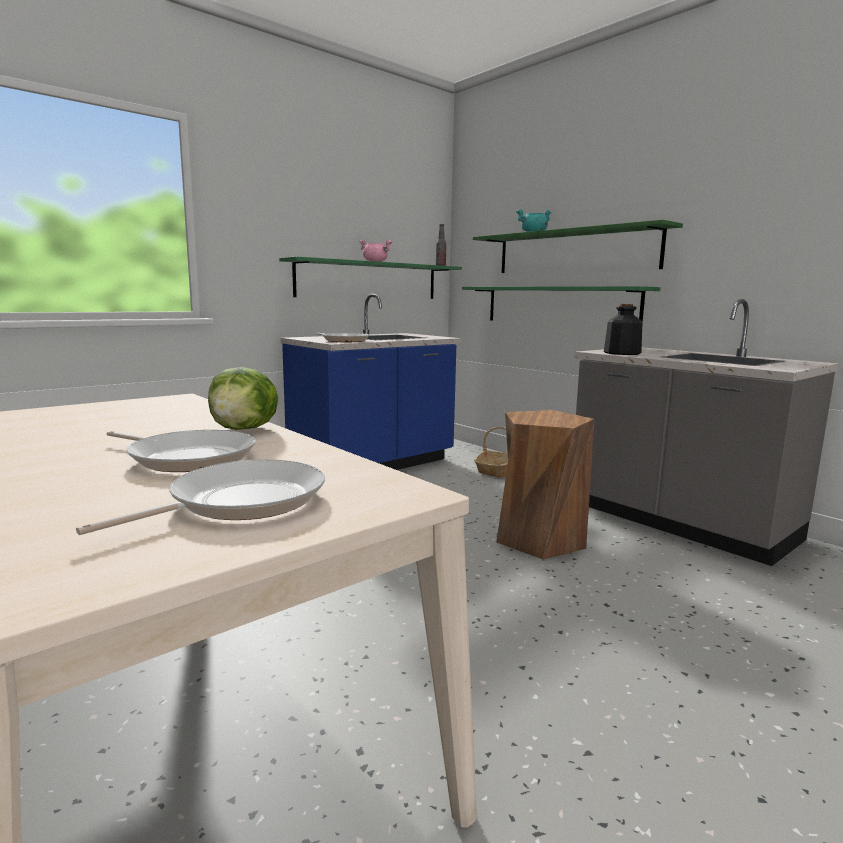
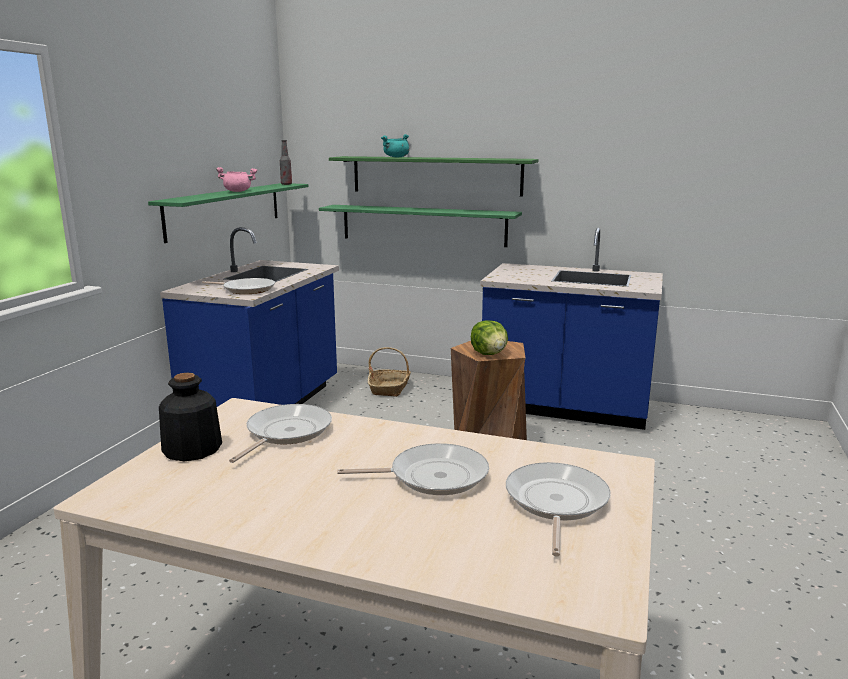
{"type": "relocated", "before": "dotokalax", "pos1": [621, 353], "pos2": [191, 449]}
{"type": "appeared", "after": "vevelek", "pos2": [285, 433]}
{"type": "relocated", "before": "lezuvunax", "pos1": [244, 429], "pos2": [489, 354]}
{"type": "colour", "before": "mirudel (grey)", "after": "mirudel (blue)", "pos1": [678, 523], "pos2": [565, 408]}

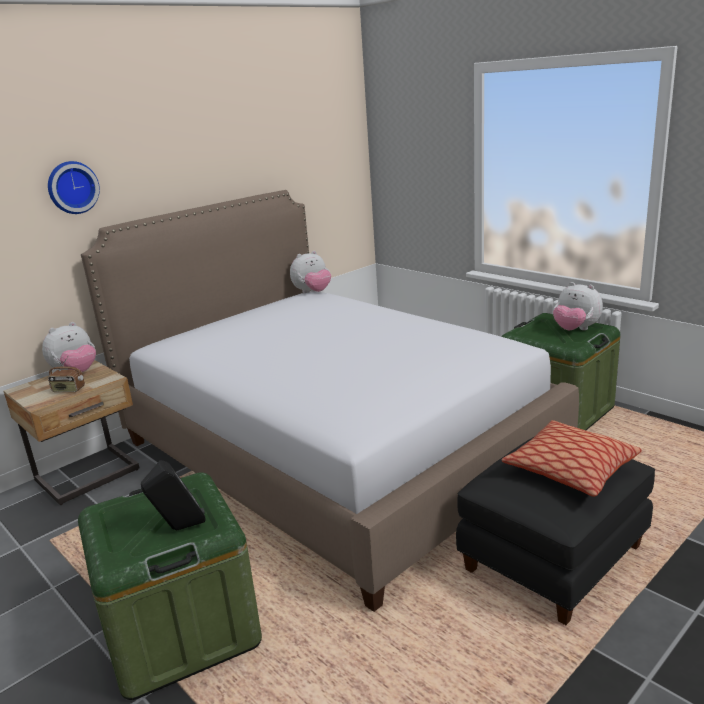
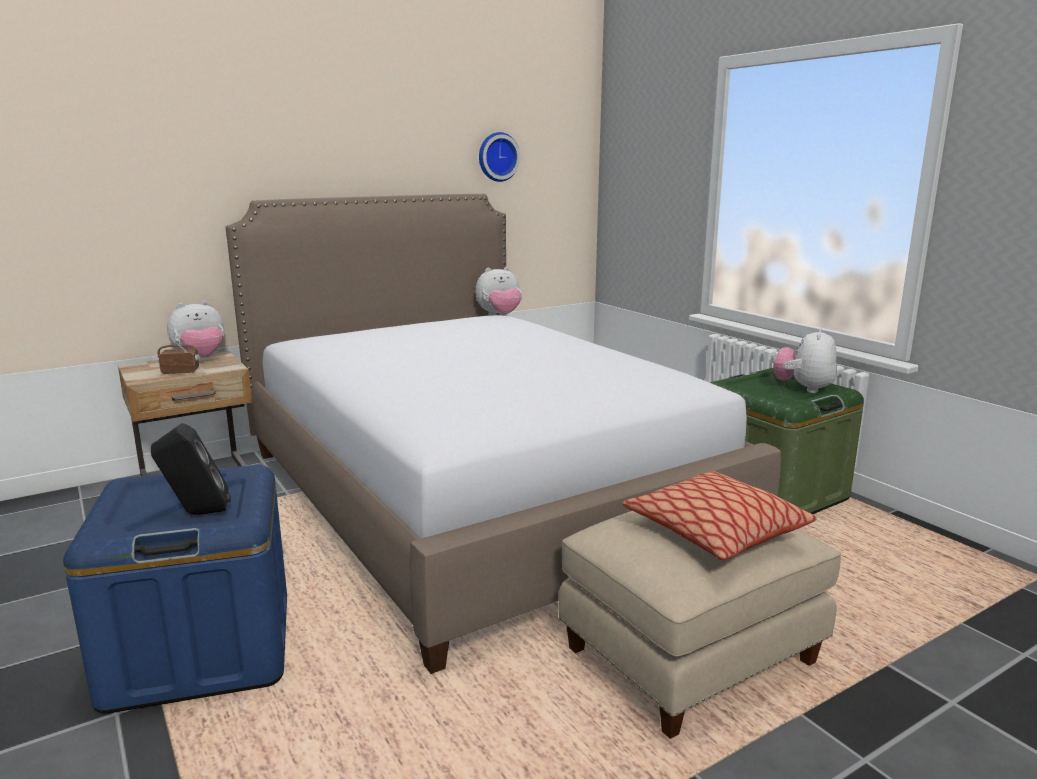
{"type": "colour", "before": "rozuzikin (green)", "after": "rozuzikin (blue)", "pos1": [181, 628], "pos2": [201, 648]}
{"type": "spun", "before": "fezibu", "pos1": [68, 390], "pos2": [180, 372], "turn": 150}
{"type": "relocated", "before": "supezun", "pos1": [72, 187], "pos2": [497, 157]}
{"type": "colour", "before": "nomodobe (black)", "after": "nomodobe (beige)", "pos1": [552, 557], "pos2": [689, 655]}
{"type": "spun", "before": "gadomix", "pos1": [575, 330], "pos2": [803, 388], "turn": 60}

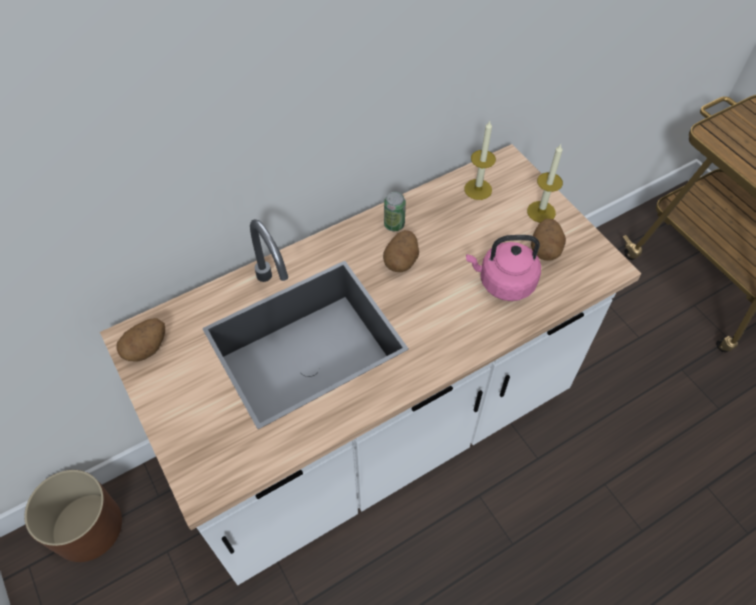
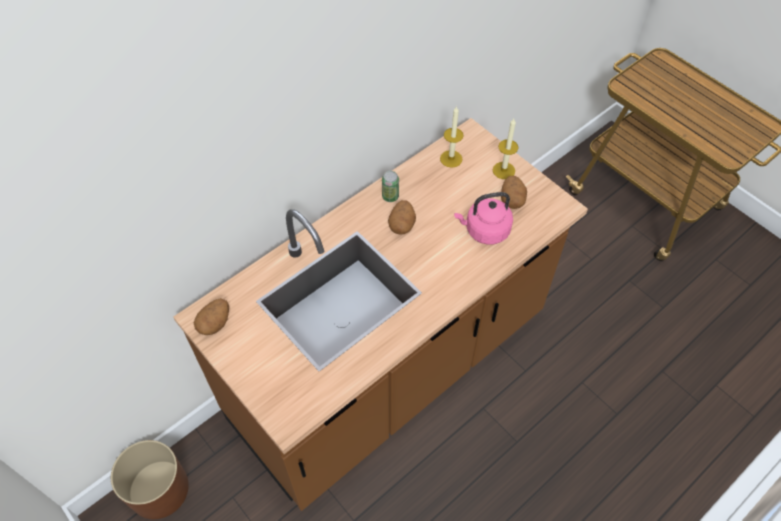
{"type": "colour", "before": "mirudel (white)", "after": "mirudel (brown)", "pos1": [378, 431], "pos2": [390, 370]}

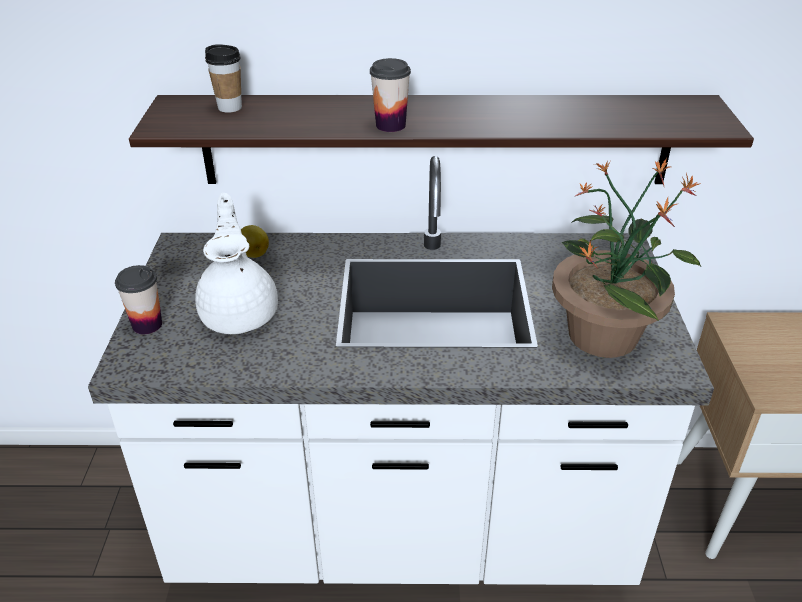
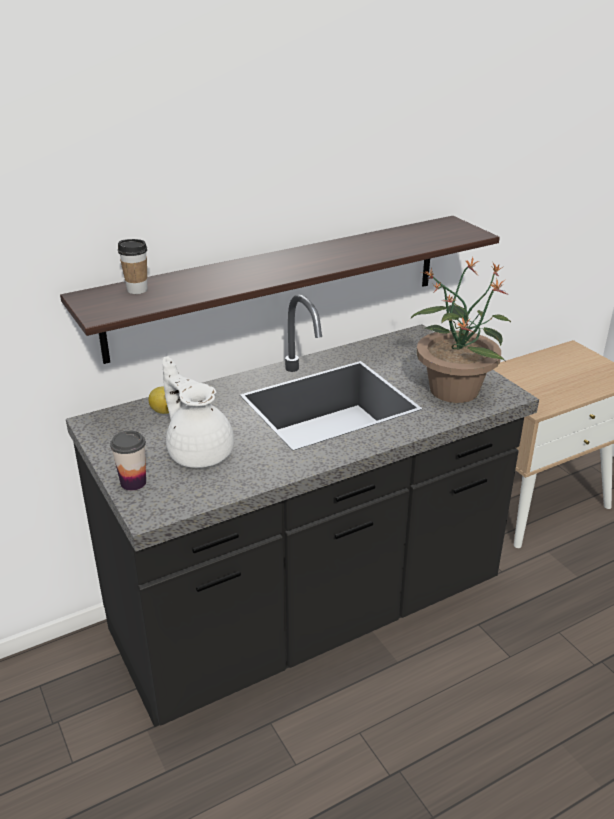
{"type": "colour", "before": "mirudel (white)", "after": "mirudel (black)", "pos1": [402, 529], "pos2": [307, 615]}
{"type": "missing", "before": "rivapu", "pos1": [390, 125]}

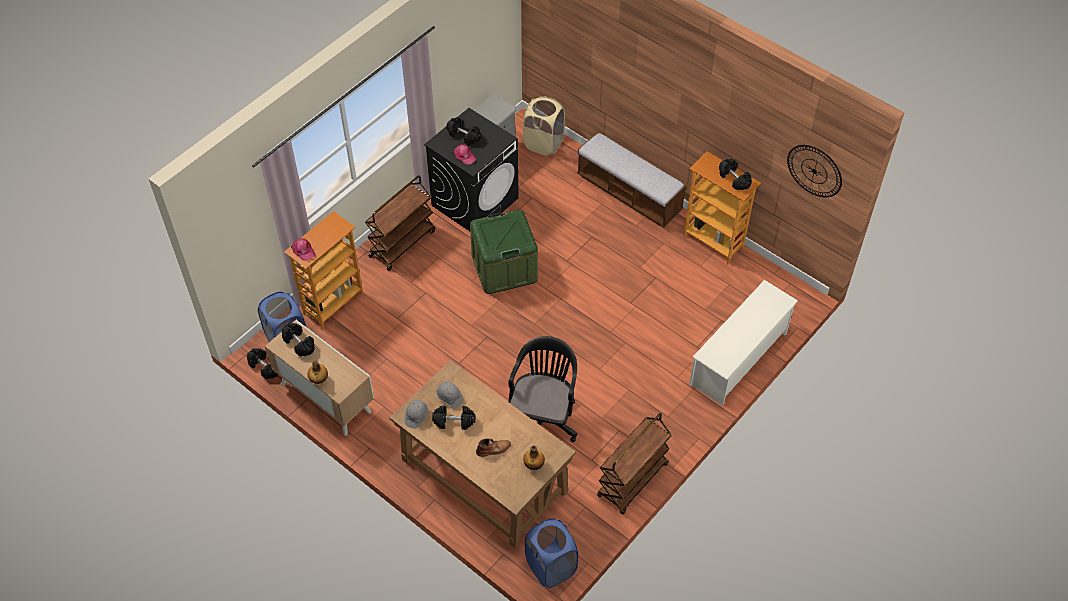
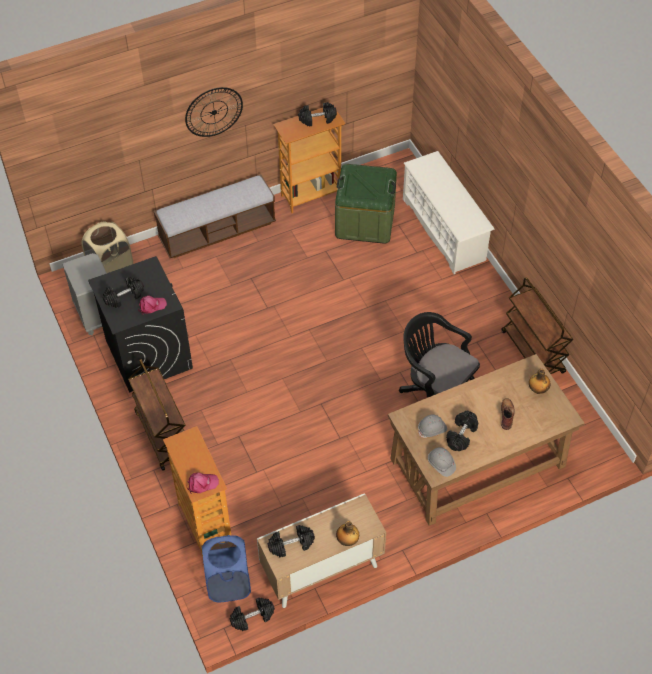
{"type": "relocated", "before": "supezun", "pos1": [814, 171], "pos2": [214, 112]}
{"type": "relocated", "before": "rozuzikin (green)", "pos1": [504, 268], "pos2": [365, 221]}
{"type": "missing", "before": "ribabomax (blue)", "pos1": [551, 567]}

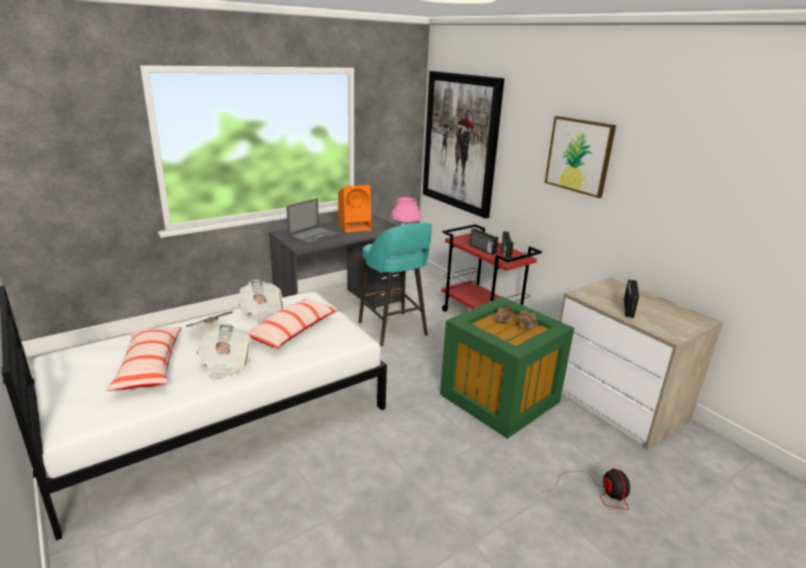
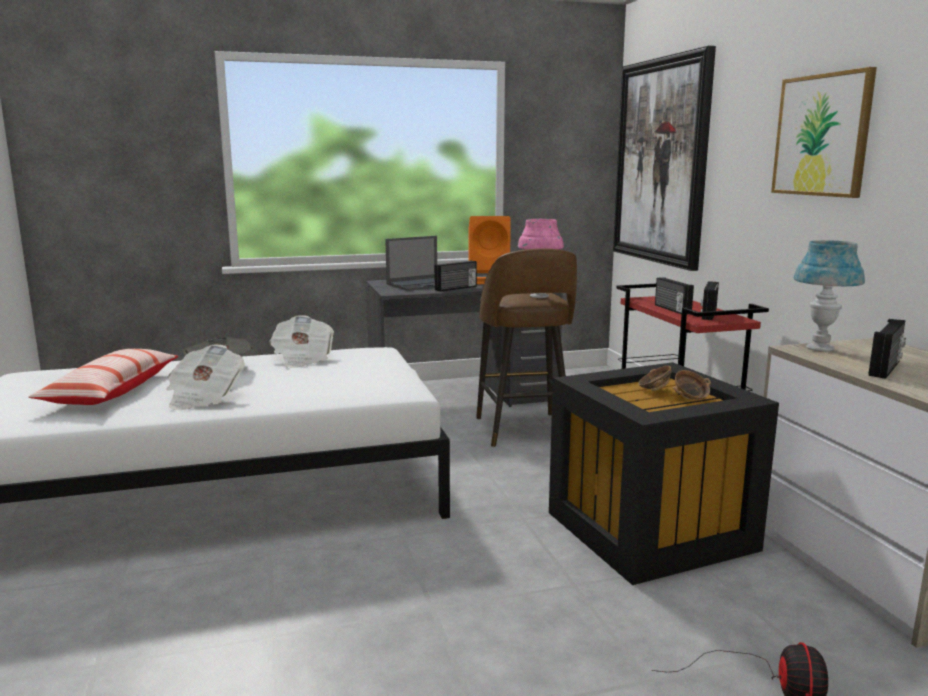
{"type": "appeared", "after": "fezibu", "pos2": [456, 288]}
{"type": "colour", "before": "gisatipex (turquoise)", "after": "gisatipex (brown)", "pos1": [393, 330], "pos2": [523, 431]}
{"type": "colour", "before": "rozuzikin (green)", "after": "rozuzikin (black)", "pos1": [501, 398], "pos2": [653, 531]}
{"type": "appeared", "after": "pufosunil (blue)", "pos2": [819, 348]}
{"type": "missing", "before": "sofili", "pos1": [292, 331]}

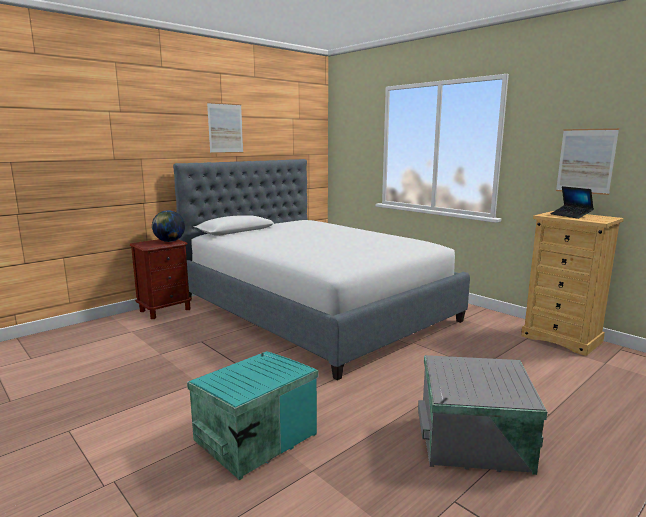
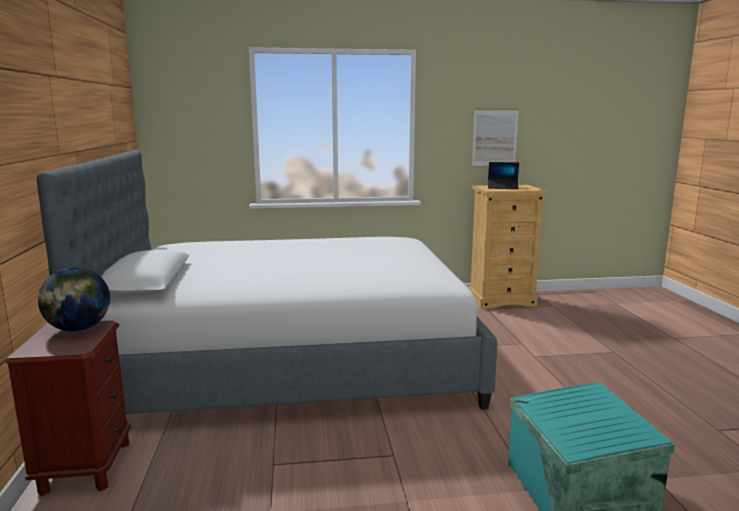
{"type": "missing", "before": "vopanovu", "pos1": [225, 128]}
{"type": "missing", "before": "rozuzikin (grey)", "pos1": [475, 444]}

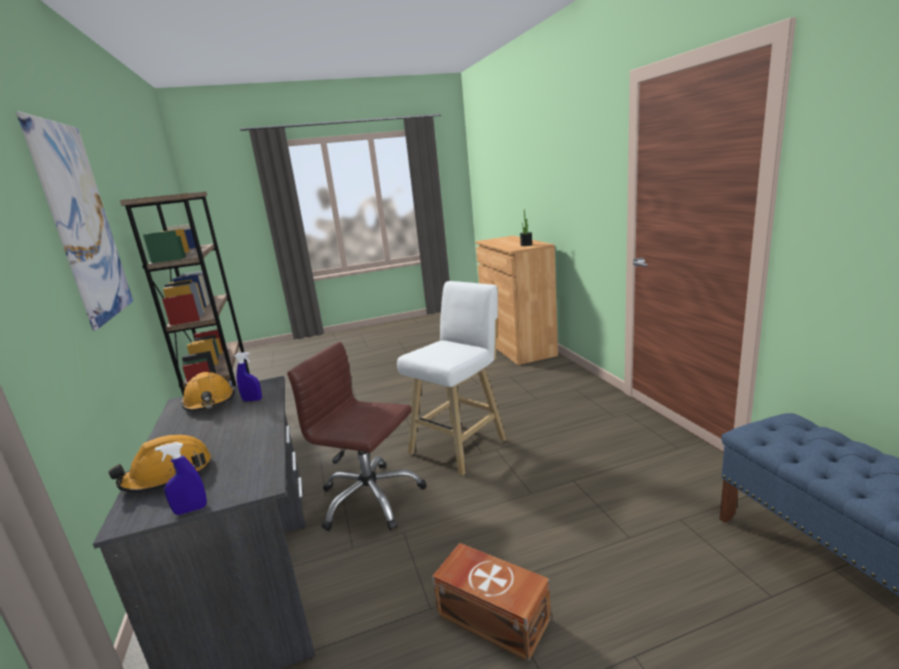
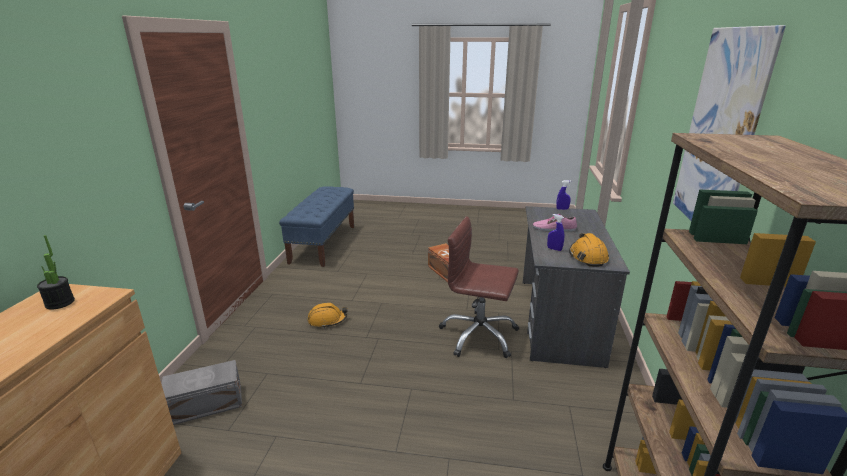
{"type": "appeared", "after": "rozuzikin (grey)", "pos2": [207, 405]}
{"type": "relocated", "before": "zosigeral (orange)", "pos1": [168, 475], "pos2": [327, 320]}
{"type": "spun", "before": "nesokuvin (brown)", "pos1": [370, 499], "pos2": [479, 336], "turn": 150}
{"type": "appeared", "after": "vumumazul", "pos2": [554, 228]}
{"type": "missing", "before": "gisatipex (white)", "pos1": [461, 445]}

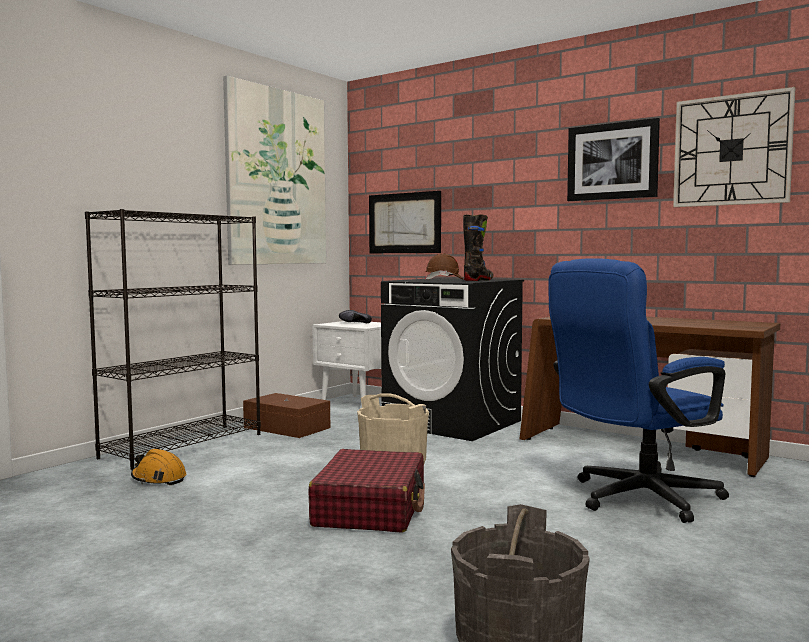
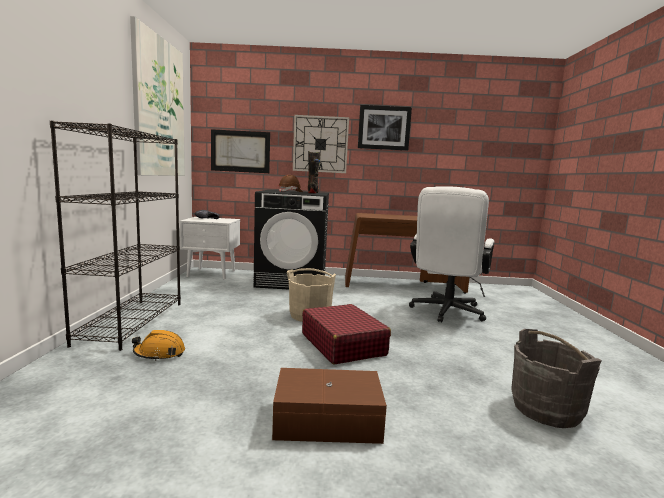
{"type": "relocated", "before": "rozuzikin (brown)", "pos1": [286, 428], "pos2": [328, 421]}
{"type": "relocated", "before": "supezun", "pos1": [731, 150], "pos2": [320, 144]}
{"type": "colour", "before": "nesokuvin (blue)", "after": "nesokuvin (white)", "pos1": [634, 499], "pos2": [445, 312]}

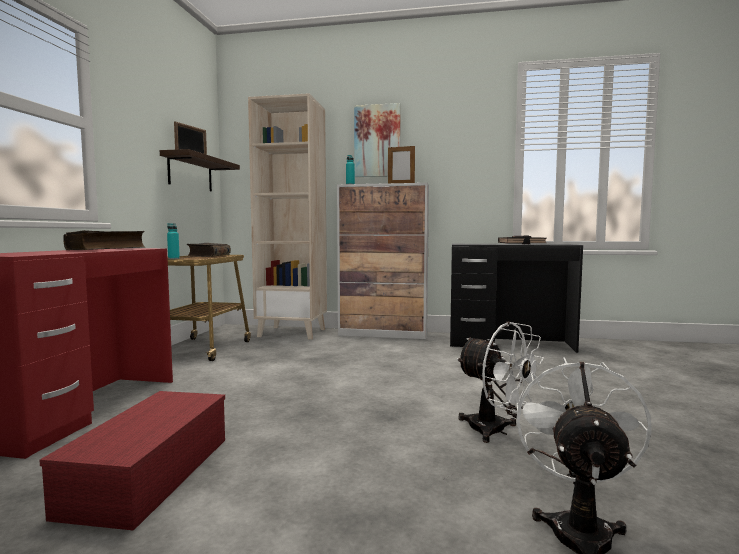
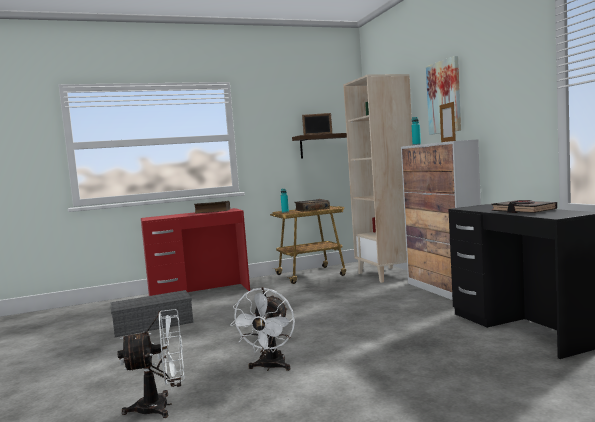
{"type": "colour", "before": "rozuzikin (red)", "after": "rozuzikin (grey)", "pos1": [150, 472], "pos2": [154, 324]}

